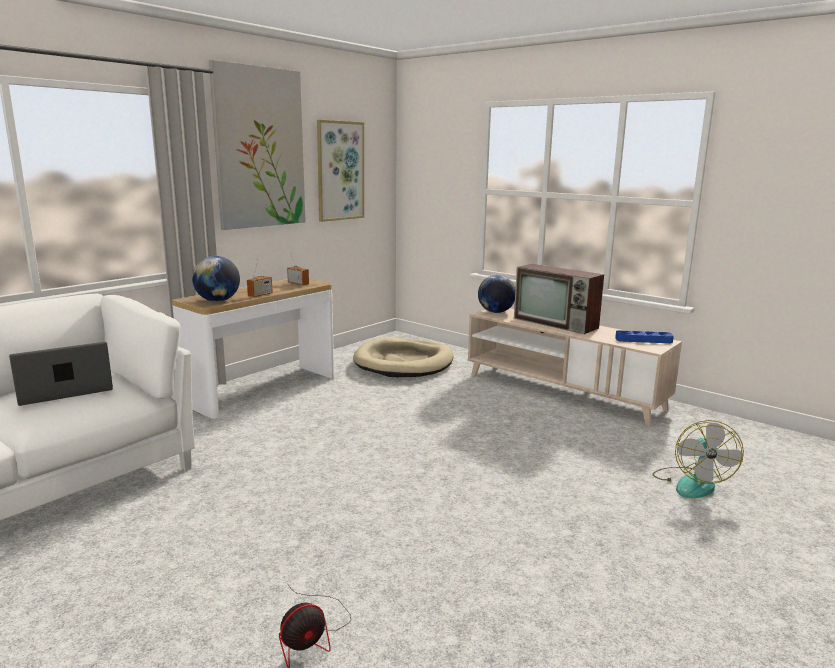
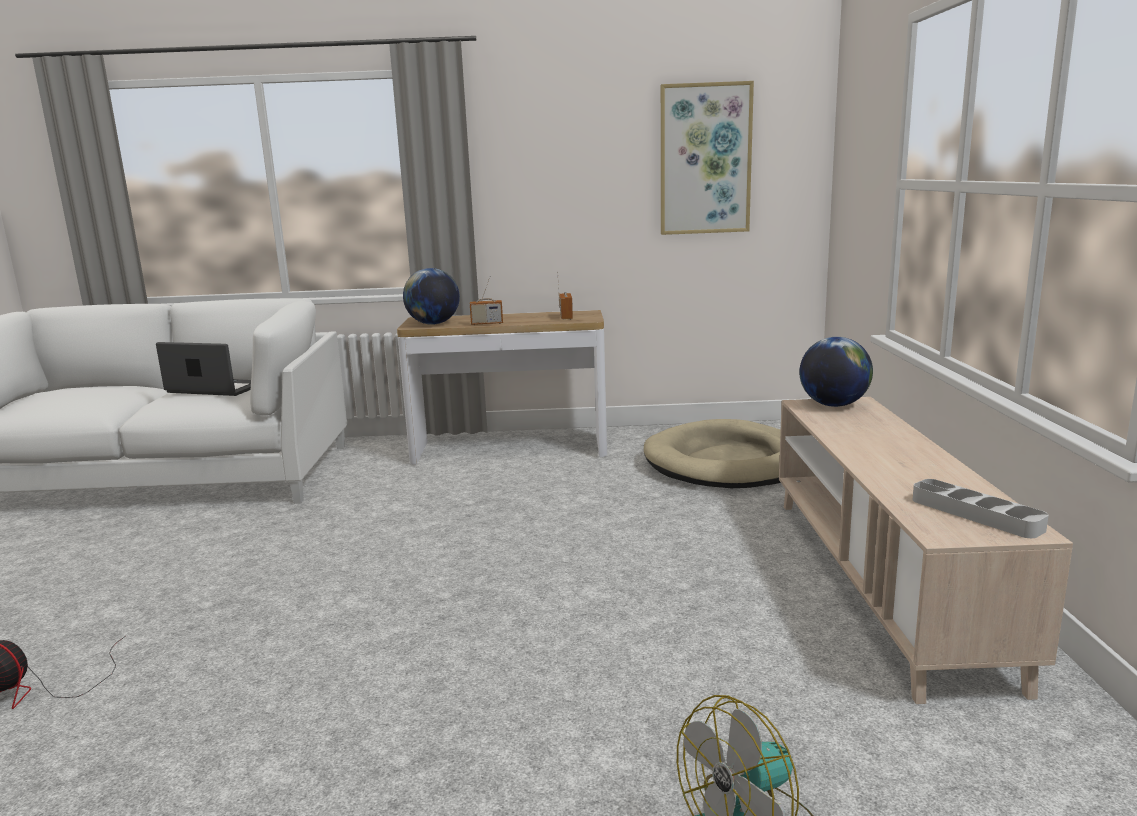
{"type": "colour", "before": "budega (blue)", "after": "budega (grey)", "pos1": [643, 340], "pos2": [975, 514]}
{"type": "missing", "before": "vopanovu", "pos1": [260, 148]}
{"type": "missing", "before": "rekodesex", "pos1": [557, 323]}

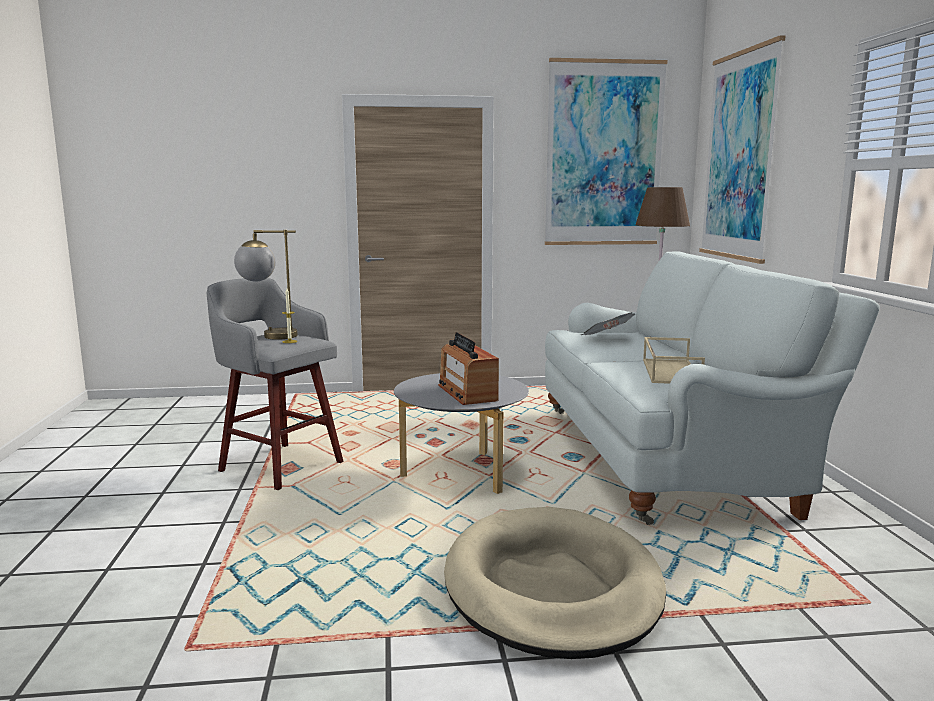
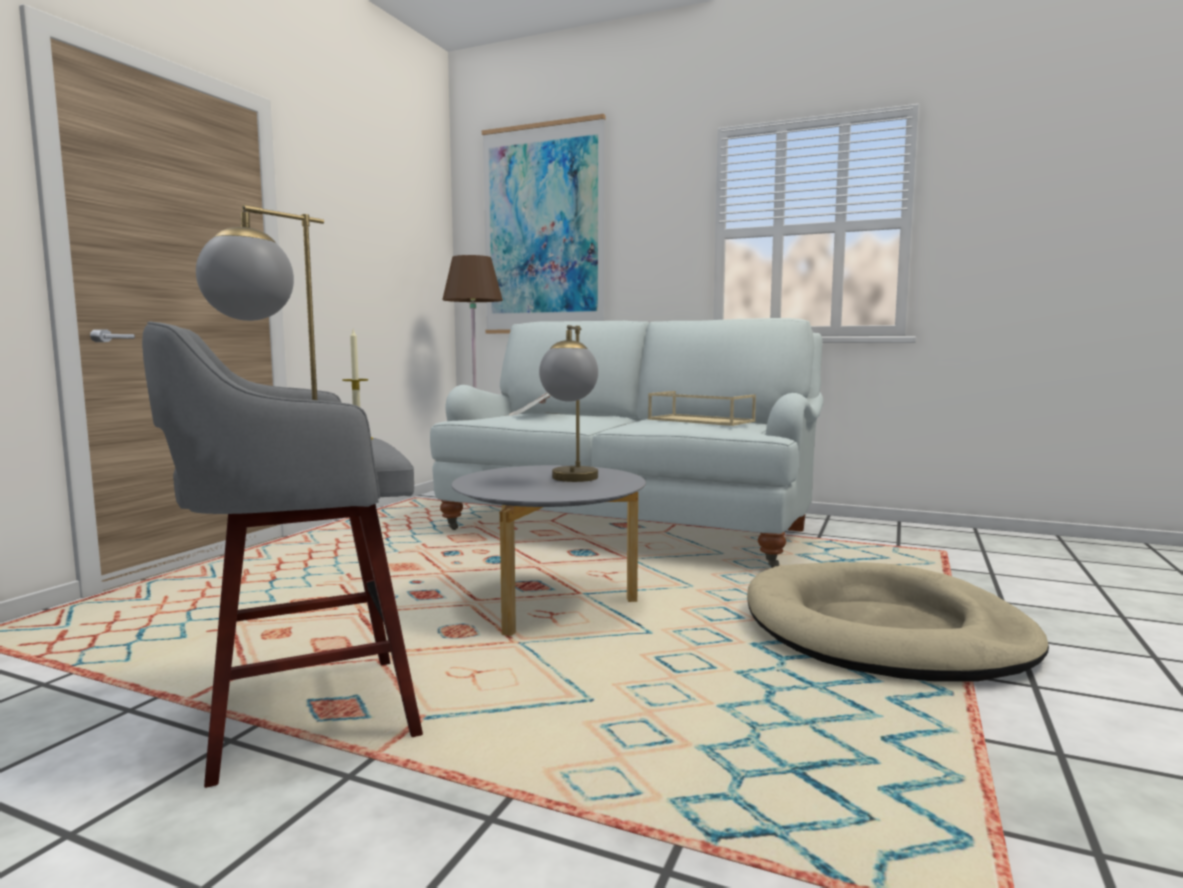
{"type": "exchanged", "before": "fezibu", "after": "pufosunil", "pos1": [467, 392], "pos2": [572, 480]}
{"type": "missing", "before": "vopanovu", "pos1": [604, 154]}

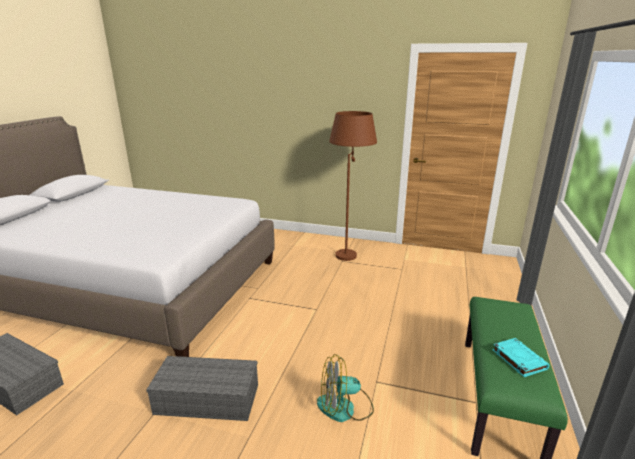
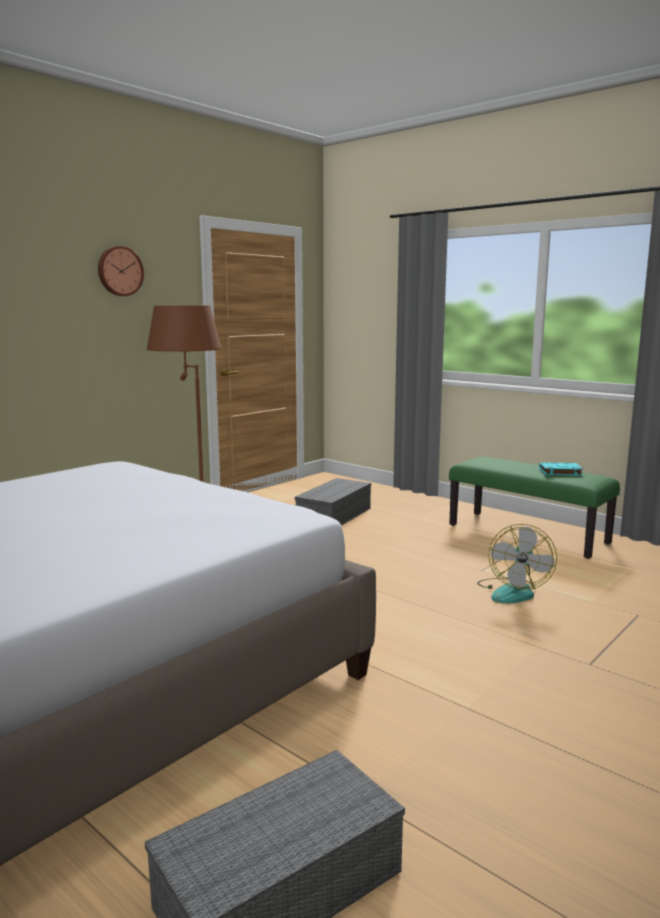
{"type": "appeared", "after": "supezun", "pos2": [119, 271]}
{"type": "relocated", "before": "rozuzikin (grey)", "pos1": [205, 400], "pos2": [334, 516]}

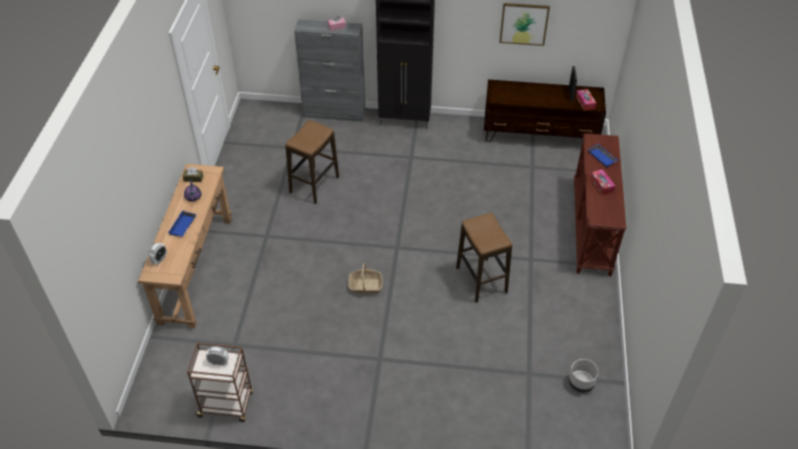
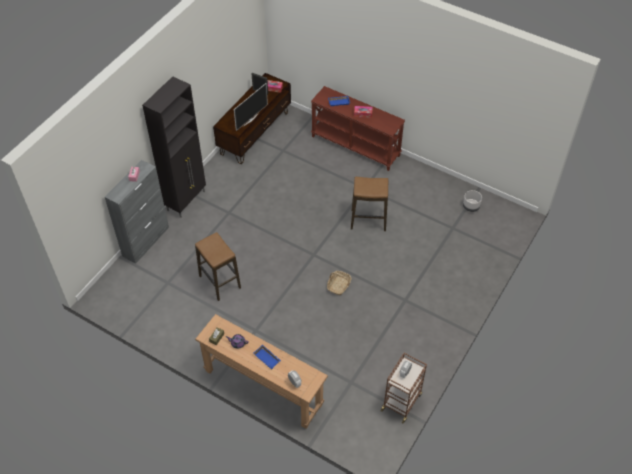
{"type": "appeared", "after": "rekodesex", "pos2": [250, 119]}
{"type": "missing", "before": "vopanovu", "pos1": [524, 23]}

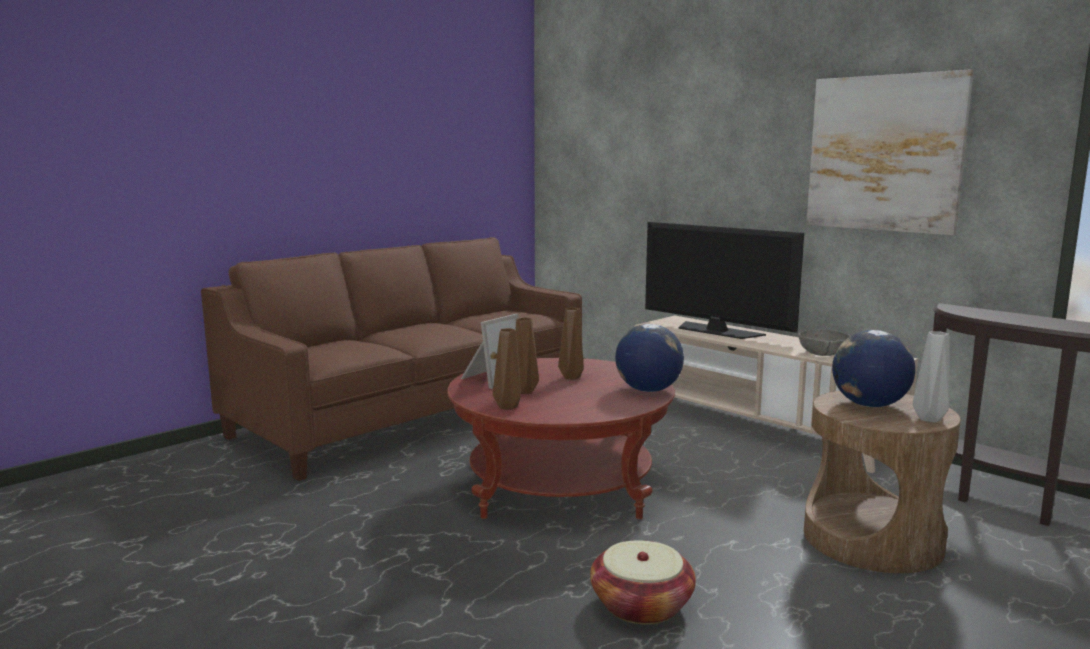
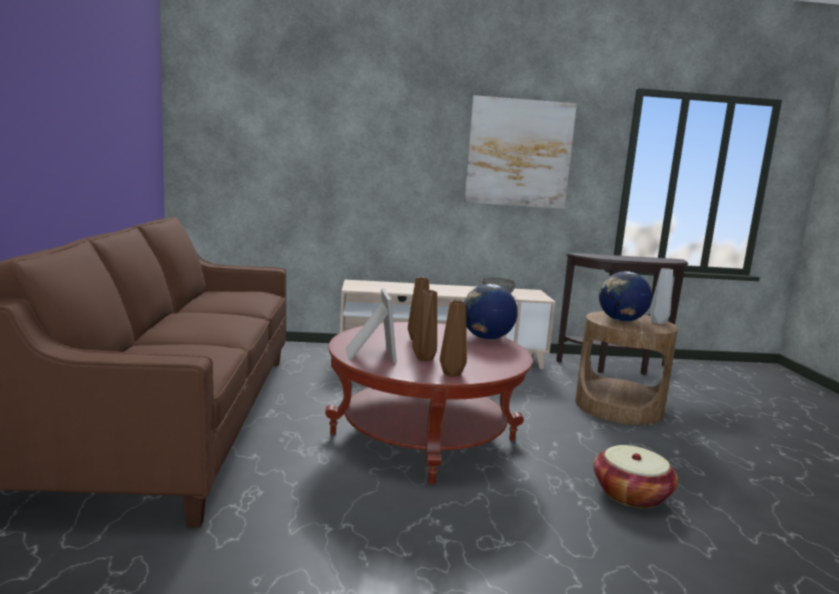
{"type": "missing", "before": "rekodesex", "pos1": [717, 331]}

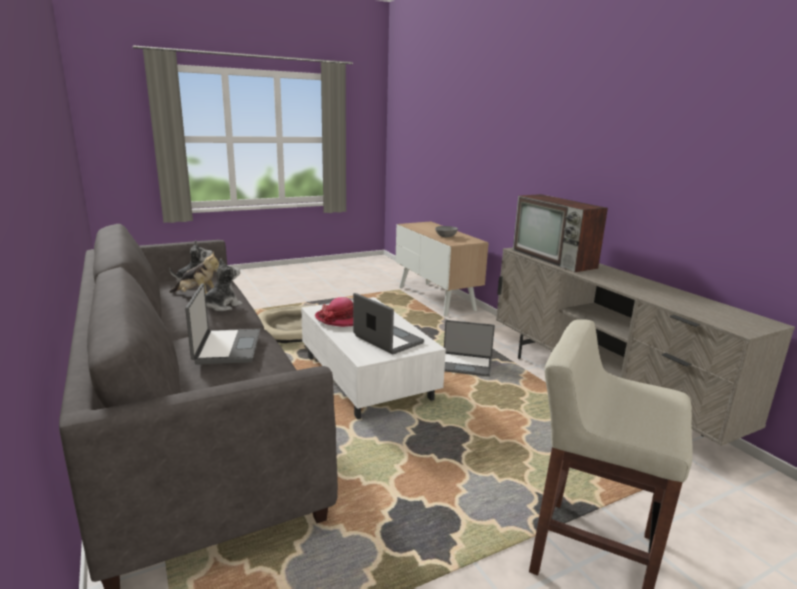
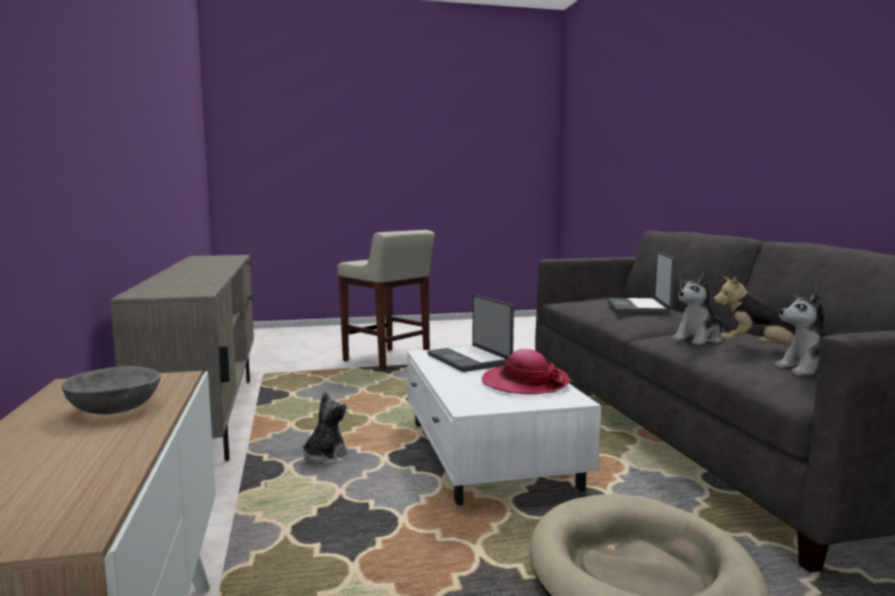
{"type": "exchanged", "before": "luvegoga", "after": "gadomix", "pos1": [465, 365], "pos2": [325, 458]}
{"type": "missing", "before": "rekodesex", "pos1": [554, 259]}

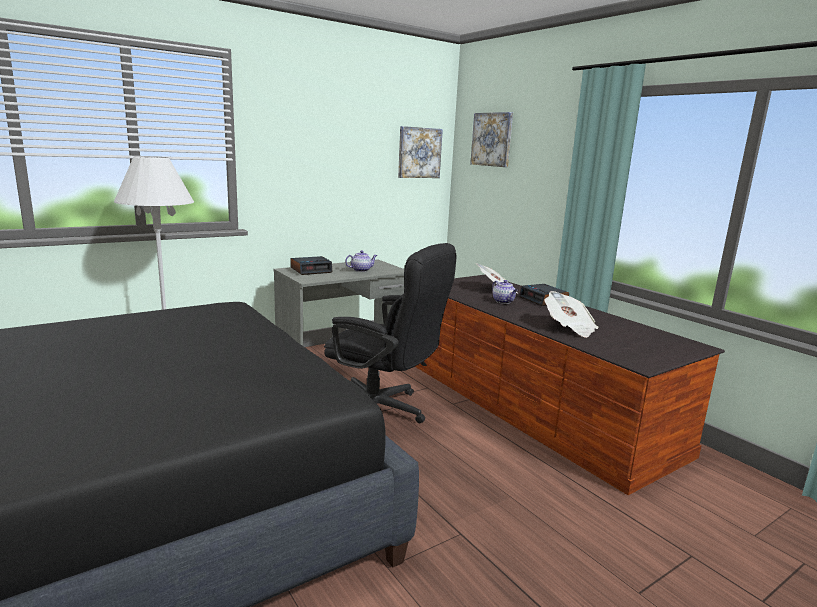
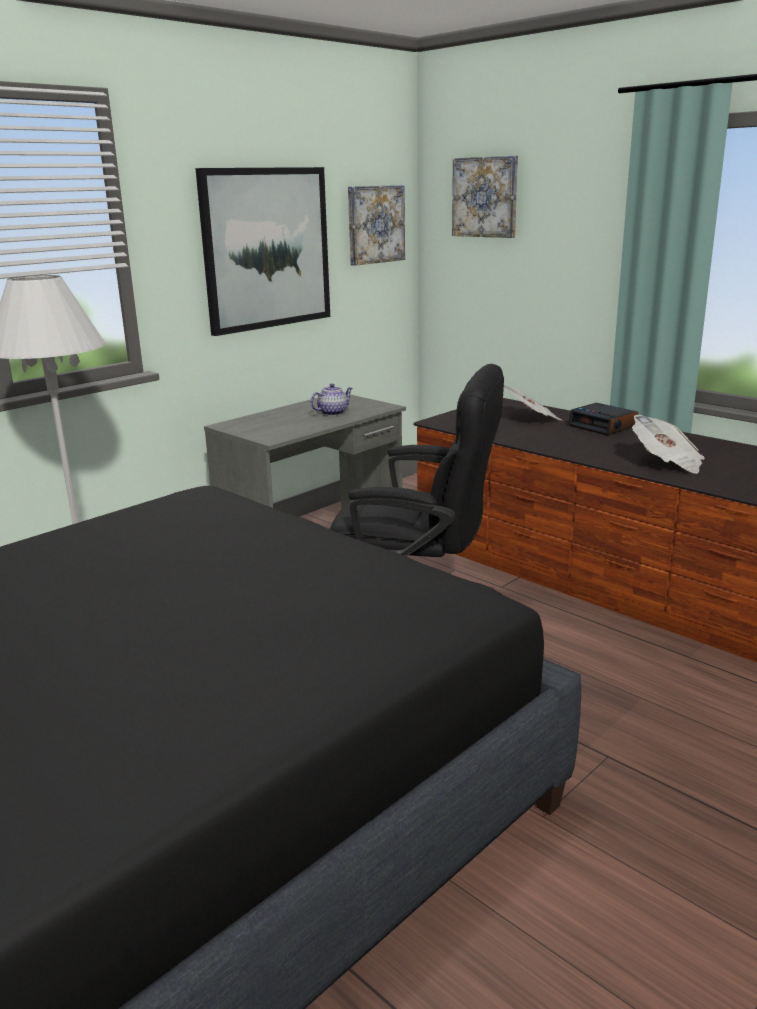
{"type": "appeared", "after": "vopanovu", "pos2": [266, 249]}
{"type": "missing", "before": "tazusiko", "pos1": [311, 270]}
{"type": "missing", "before": "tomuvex", "pos1": [504, 301]}

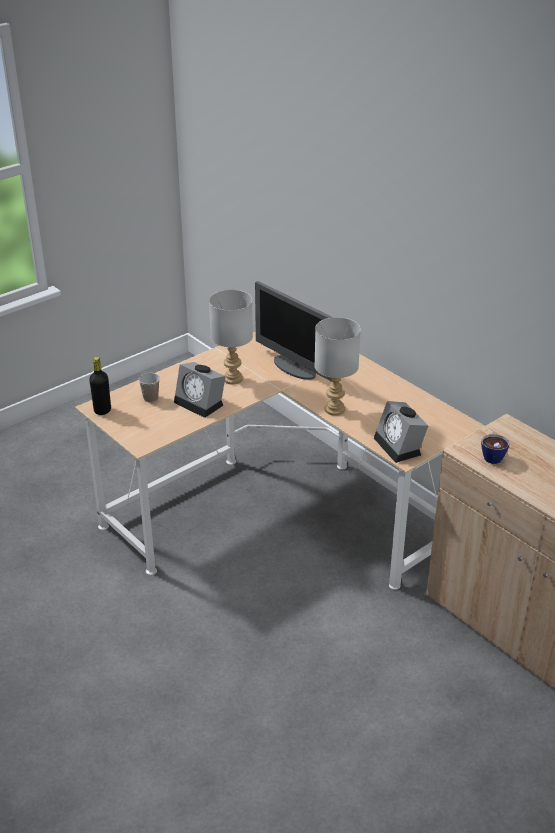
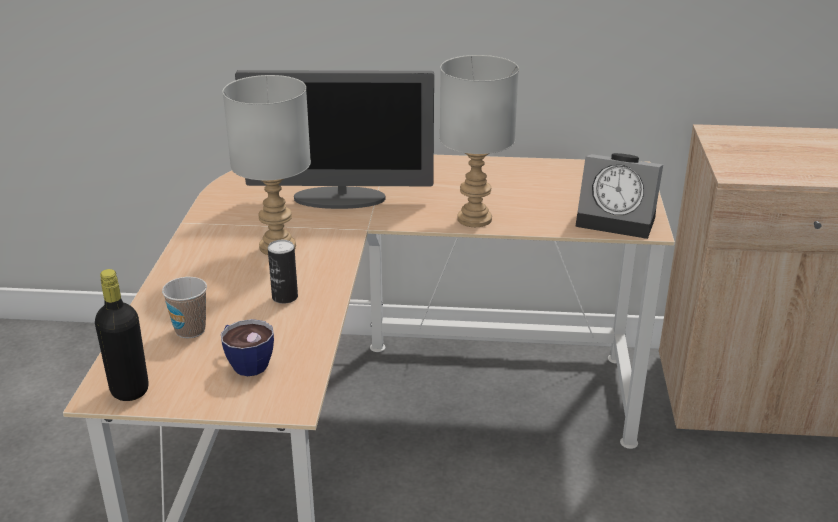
{"type": "relocated", "before": "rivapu", "pos1": [492, 456], "pos2": [245, 363]}
{"type": "exchanged", "before": "tazusiko", "after": "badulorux", "pos1": [201, 403], "pos2": [285, 297]}

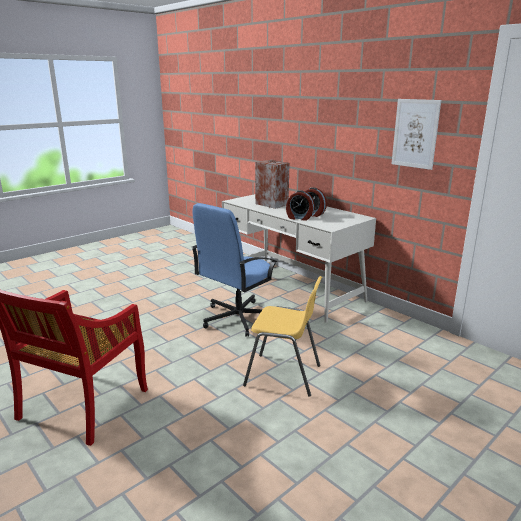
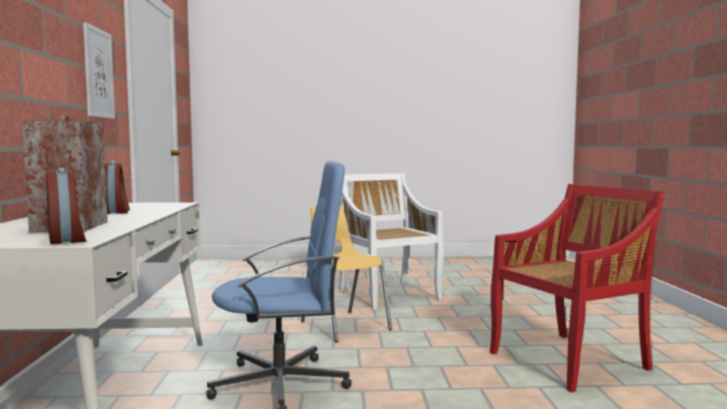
{"type": "relocated", "before": "tazusiko", "pos1": [299, 218], "pos2": [67, 239]}
{"type": "appeared", "after": "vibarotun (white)", "pos2": [388, 294]}

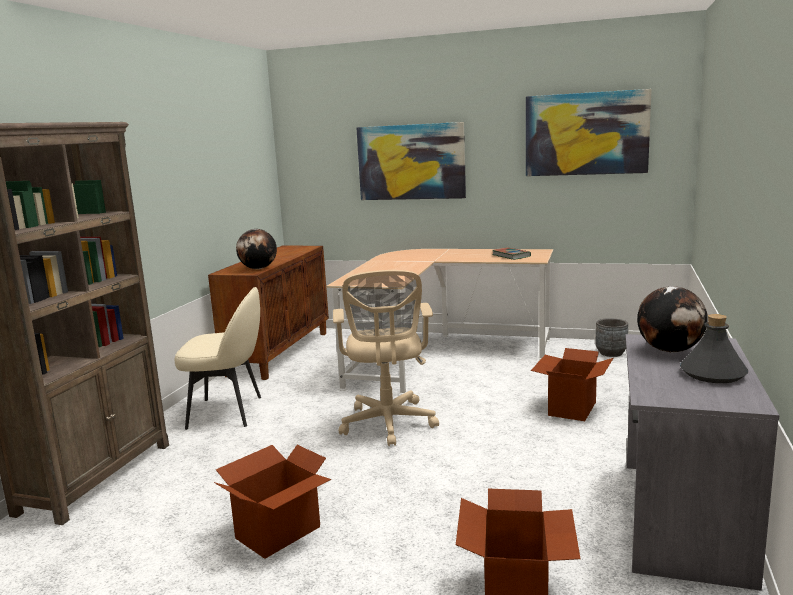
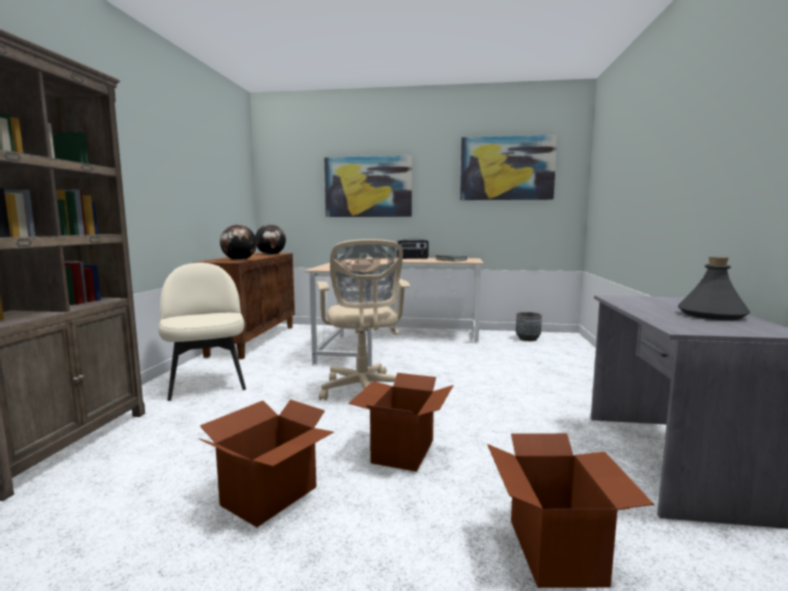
{"type": "spun", "before": "vibarotun (beige)", "pos1": [227, 412], "pos2": [207, 384], "turn": -105}
{"type": "relocated", "before": "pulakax", "pos1": [670, 350], "pos2": [271, 255]}
{"type": "relocated", "before": "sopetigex", "pos1": [571, 408], "pos2": [402, 451]}
{"type": "appeared", "after": "fezibu", "pos2": [412, 258]}

